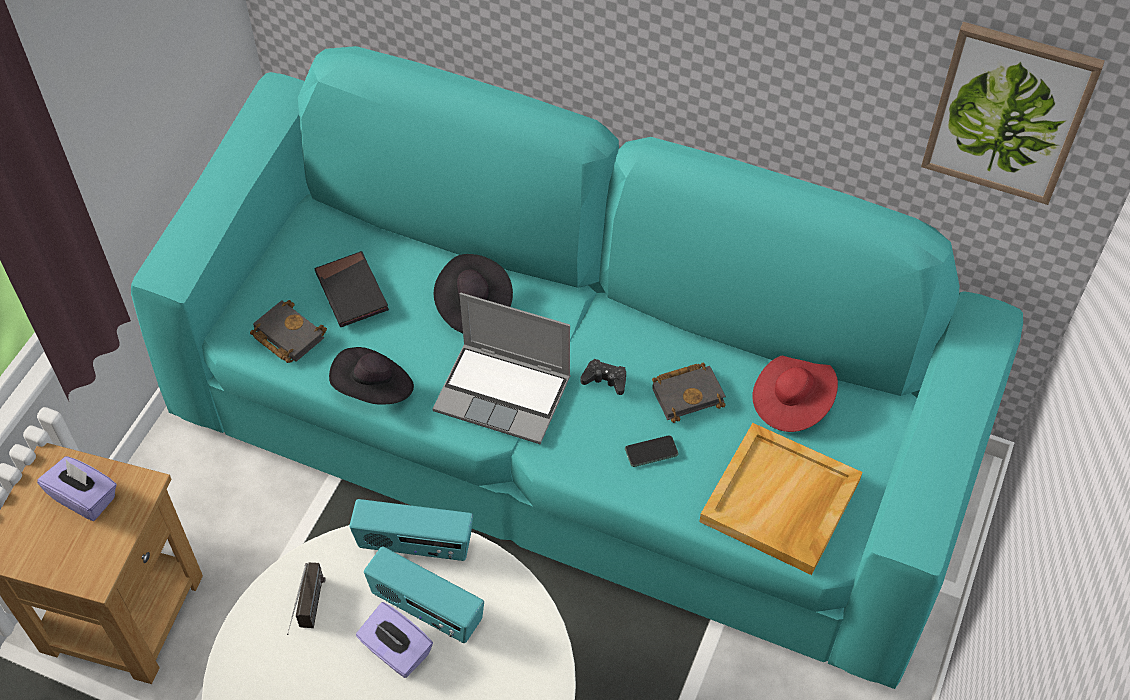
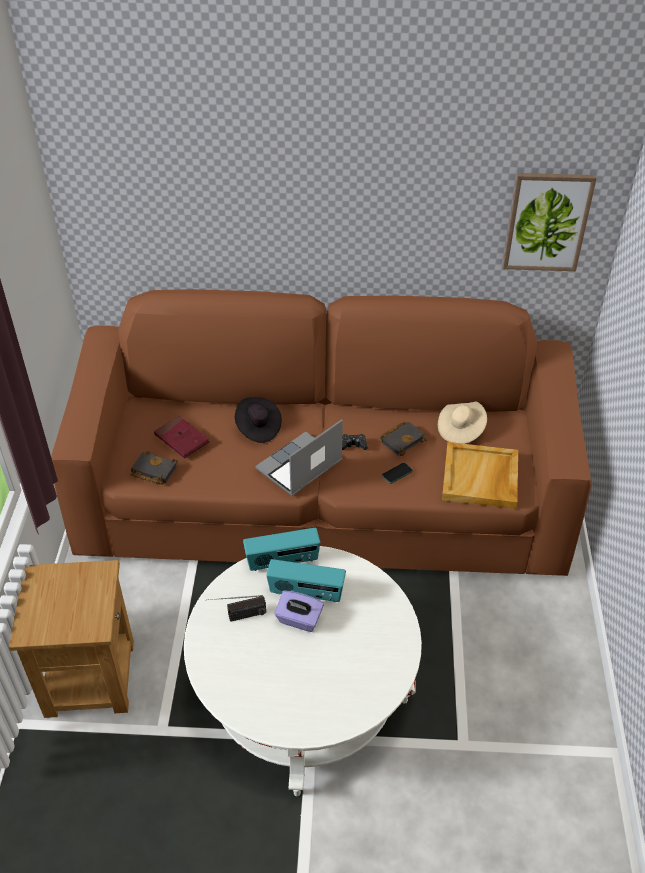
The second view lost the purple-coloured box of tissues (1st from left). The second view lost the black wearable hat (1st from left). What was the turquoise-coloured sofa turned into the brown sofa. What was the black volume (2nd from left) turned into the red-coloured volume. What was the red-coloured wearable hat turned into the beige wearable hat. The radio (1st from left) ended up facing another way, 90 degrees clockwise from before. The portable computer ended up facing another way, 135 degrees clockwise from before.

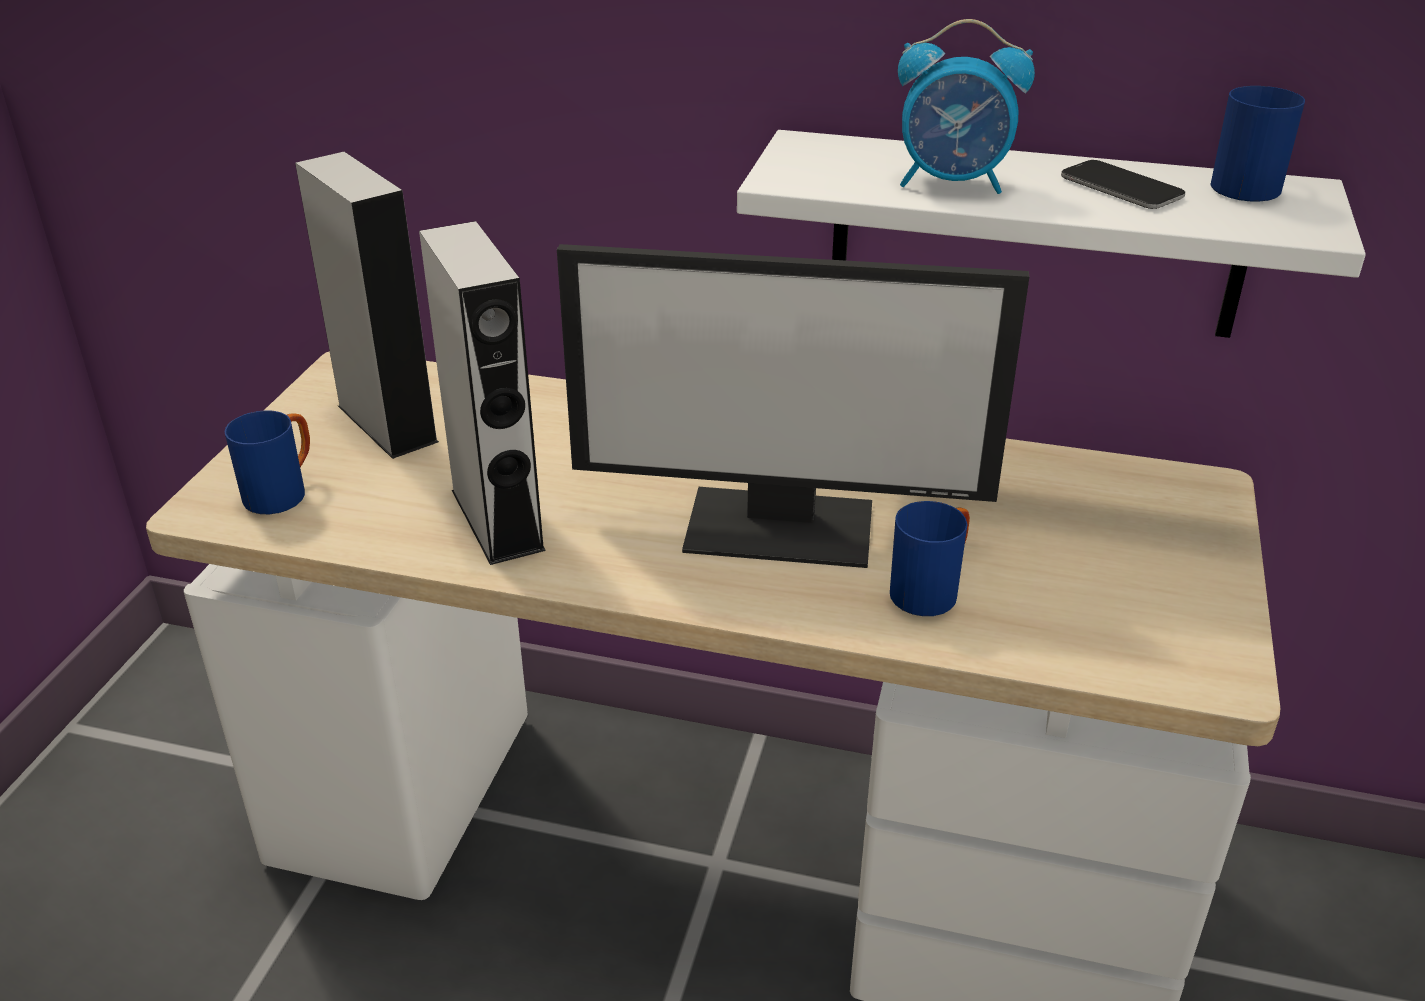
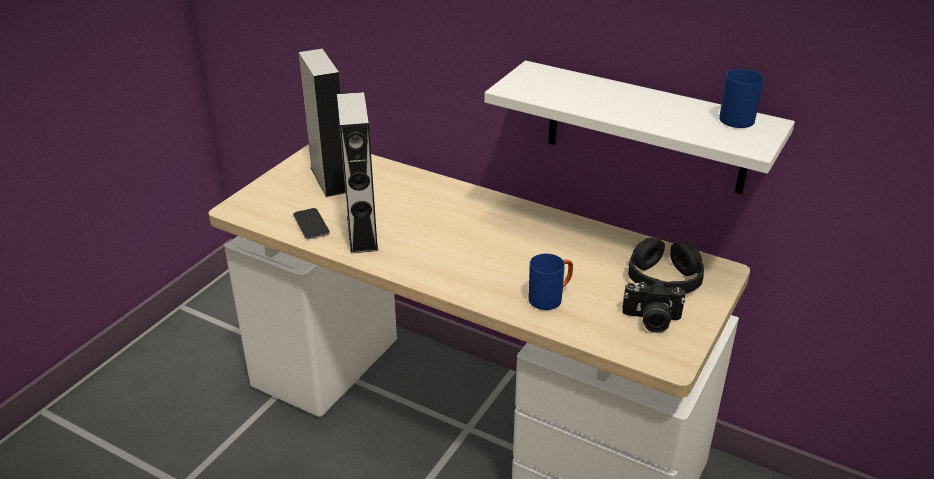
The second view lost the blue-coloured tea mug (1st from left). The second view lost the computer screen. The second view lost the table clock. The second view gained the still camera. The second view gained the black headphones. The handset ended up elsewhere.

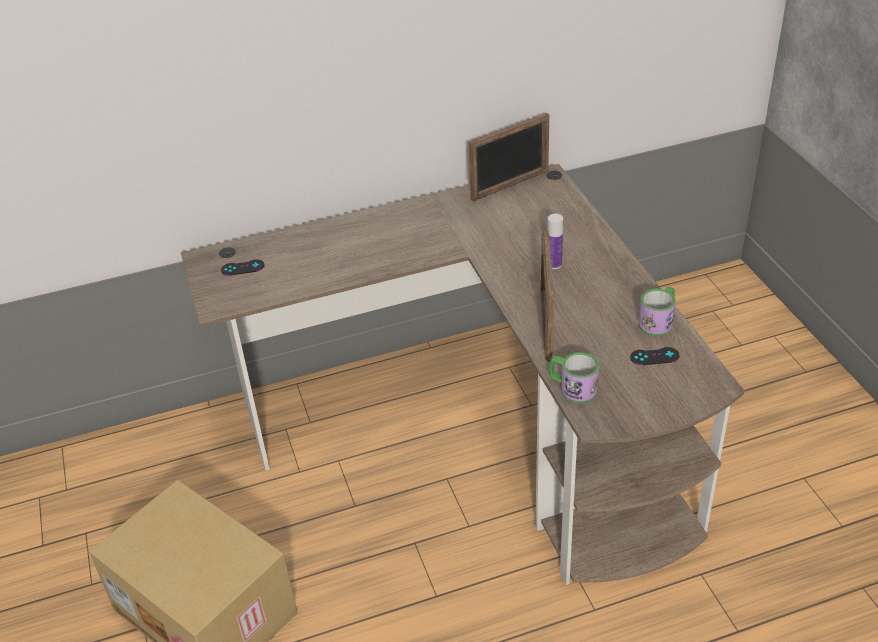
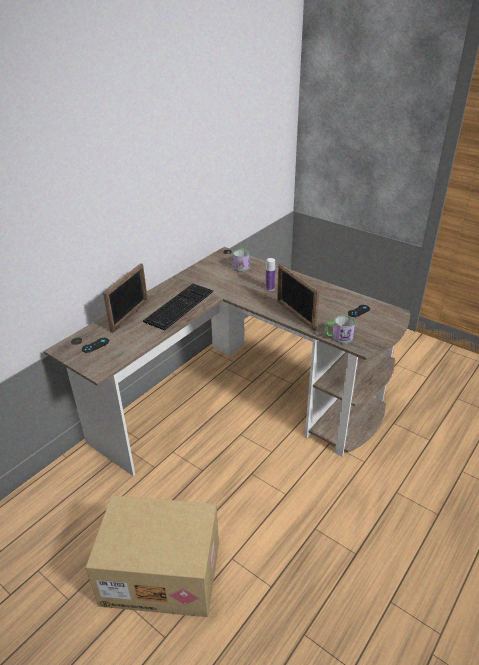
The second view gained the computer keyboard. The standing frame (1st from left) ended up elsewhere. The tea mug (2nd from left in the first image) ended up elsewhere.

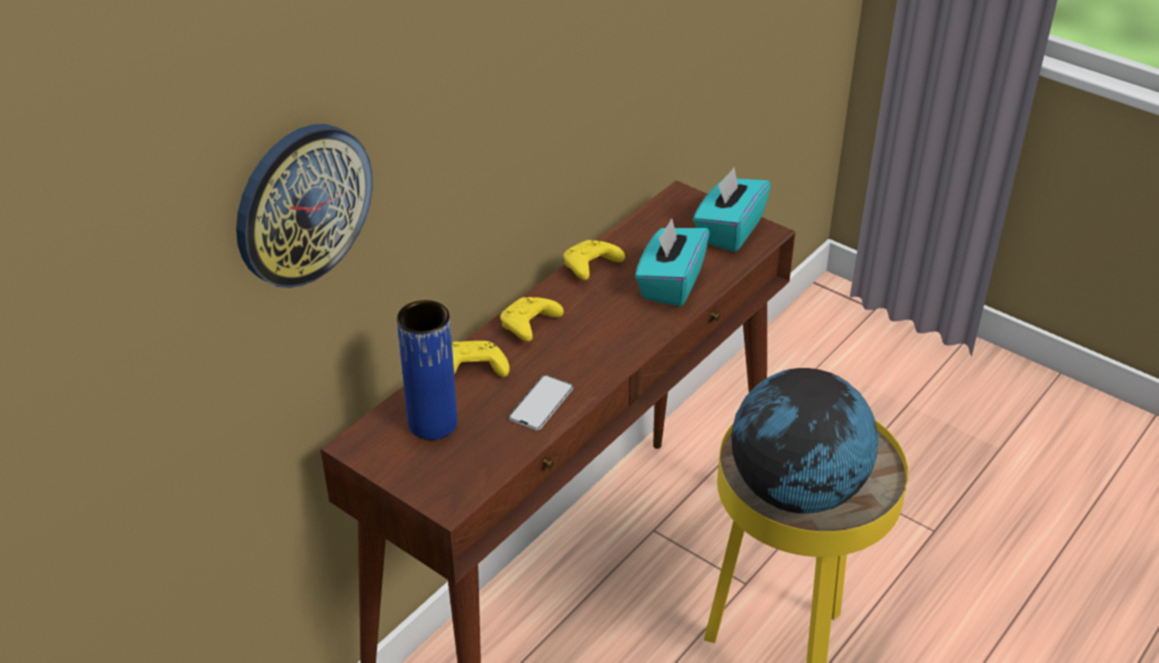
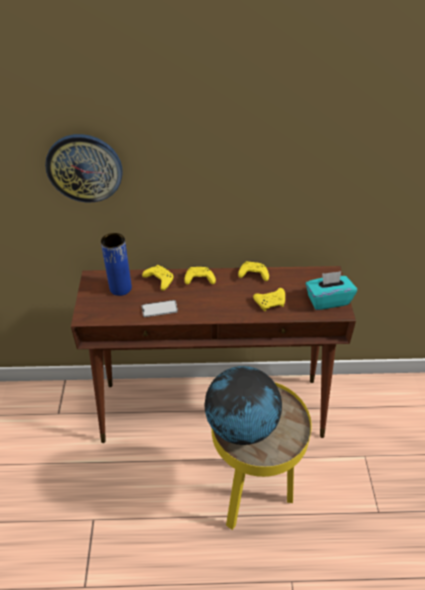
Where the turquoise-coloured box of tissues (1st from left) stood, the yellowish game controller (4th from left) came to stand.

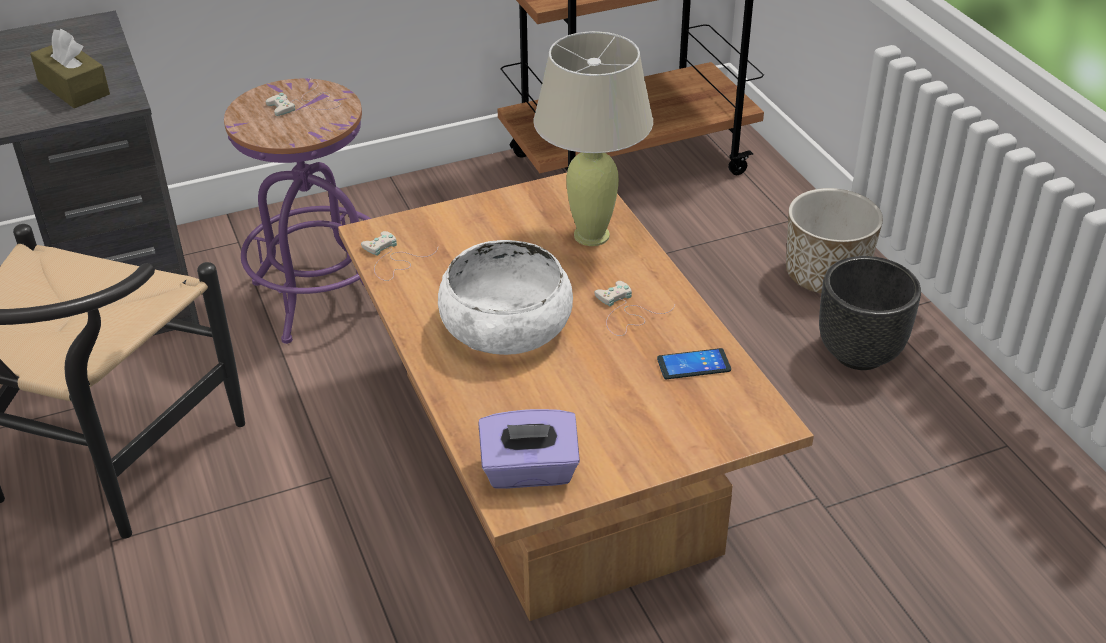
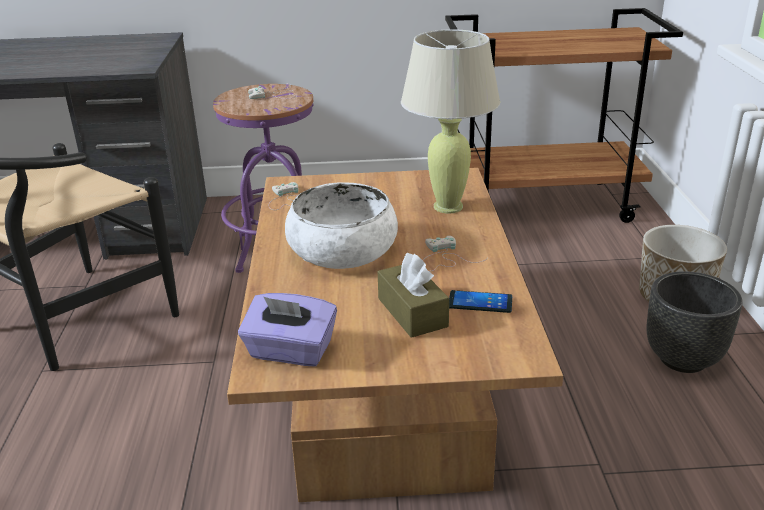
The brown box of tissues ended up elsewhere.

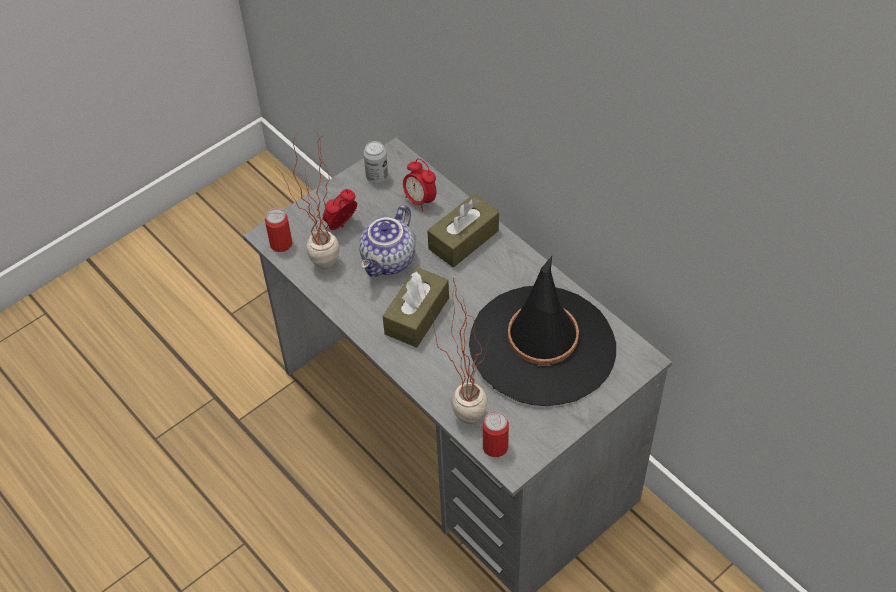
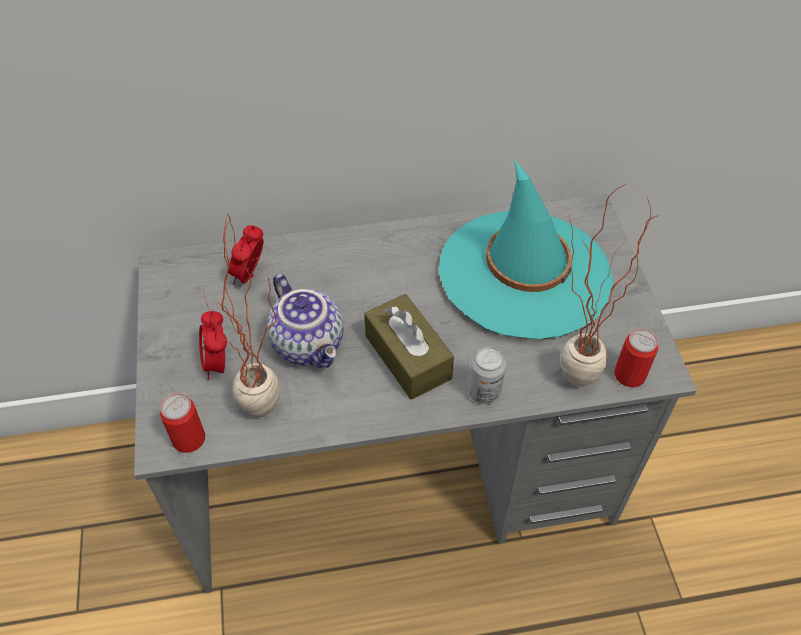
The second view lost the brown box of tissues (2nd from left). The sealed can (2nd from left) ended up elsewhere. What was the black wearable hat turned into the turquoise-coloured wearable hat. The table clock (2nd from left) ended up facing another way, 120 degrees clockwise from before.

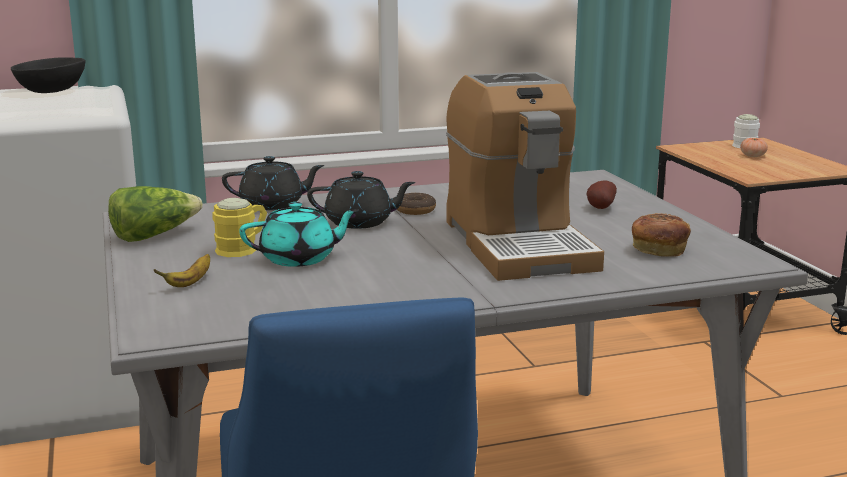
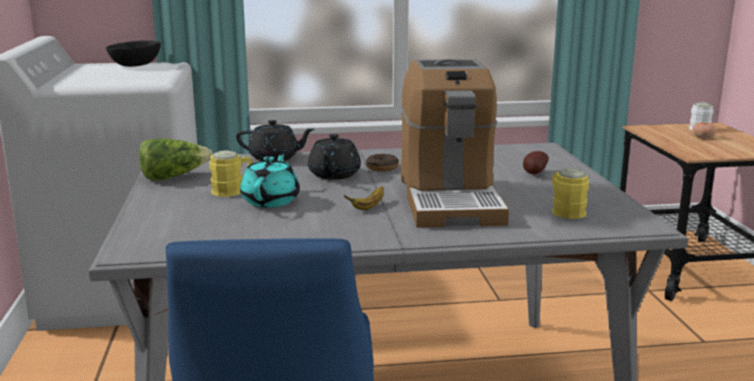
The banana ended up elsewhere. Where the baked bread stood, the yellowish tea mug (2nd from left) came to stand. The turquoise-coloured tea pot ended up facing another way, 75 degrees counterclockwise from before. The black tea pot (2nd from left) ended up facing another way, 90 degrees clockwise from before.

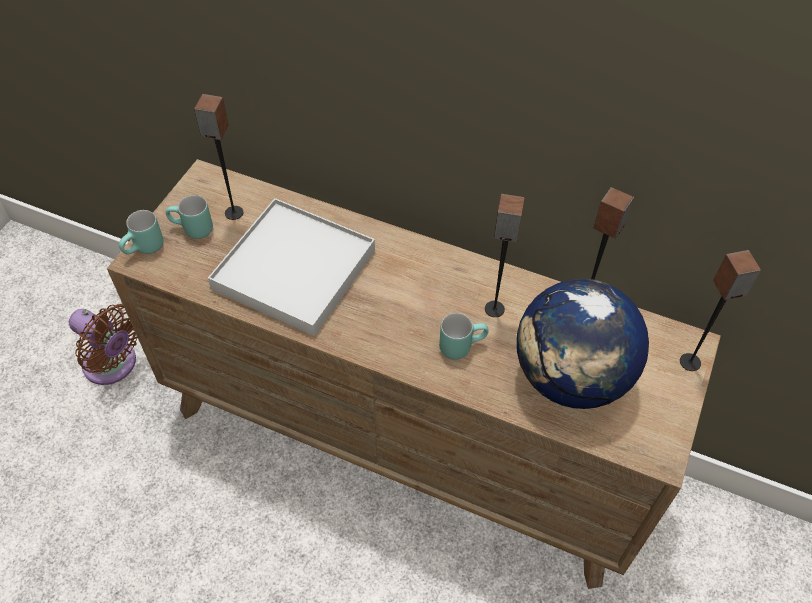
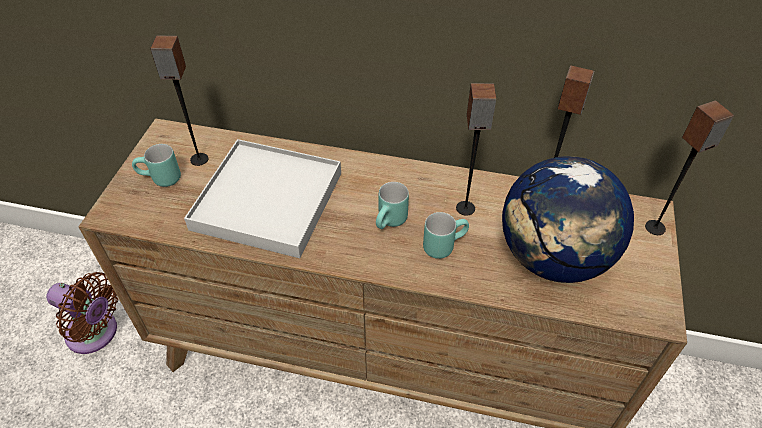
The turquoise-coloured tea mug (1st from left in the first image) ended up elsewhere.

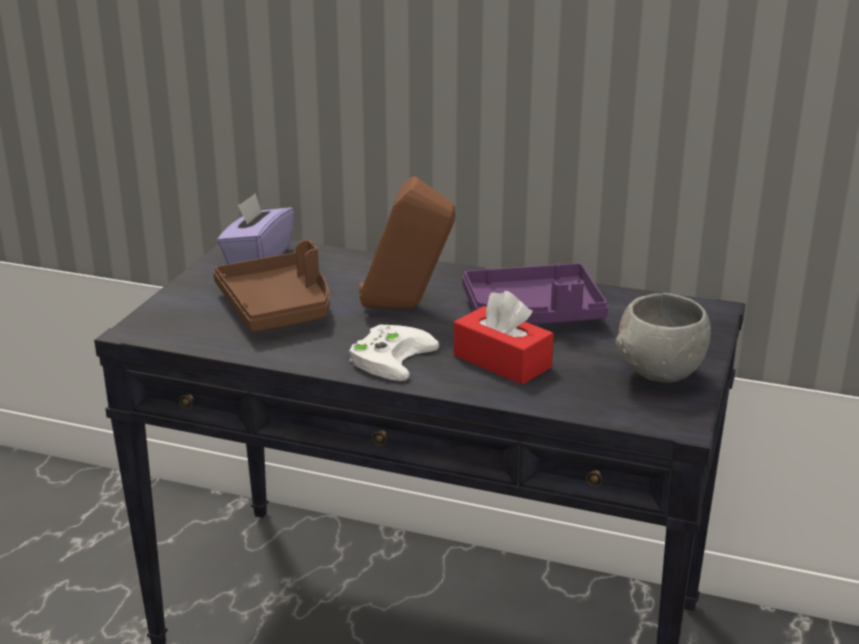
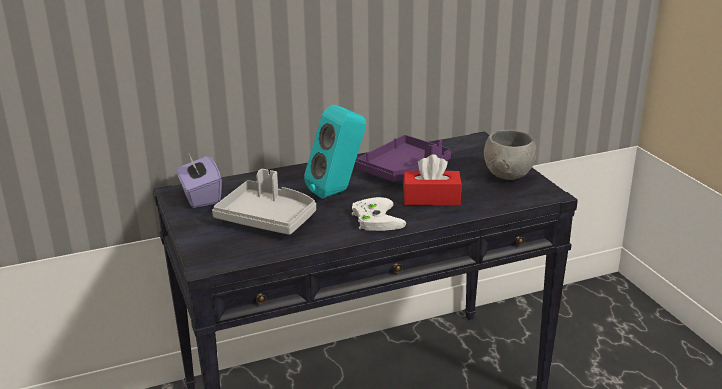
What was the brown tray turned into the greyish tray. What was the brown loudspeaker turned into the turquoise-coloured loudspeaker.

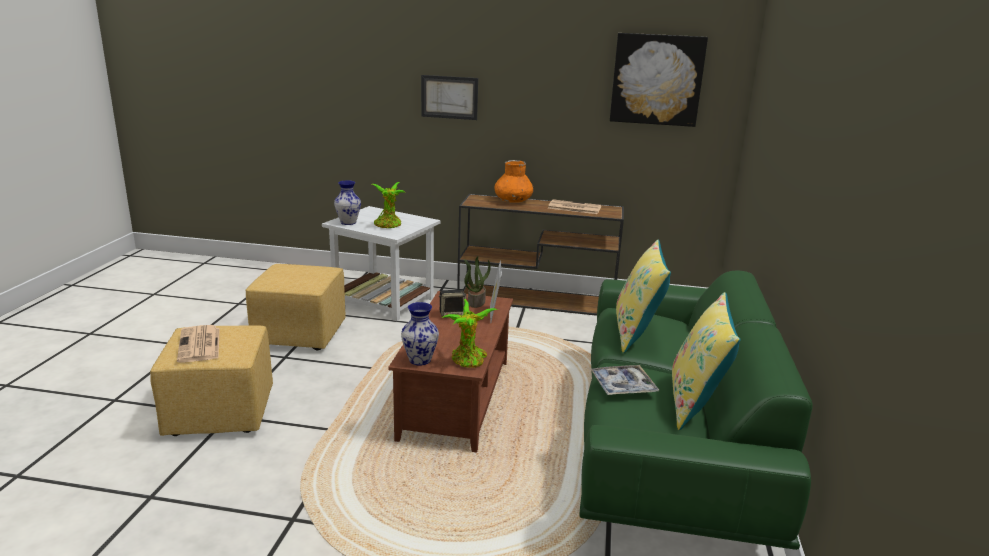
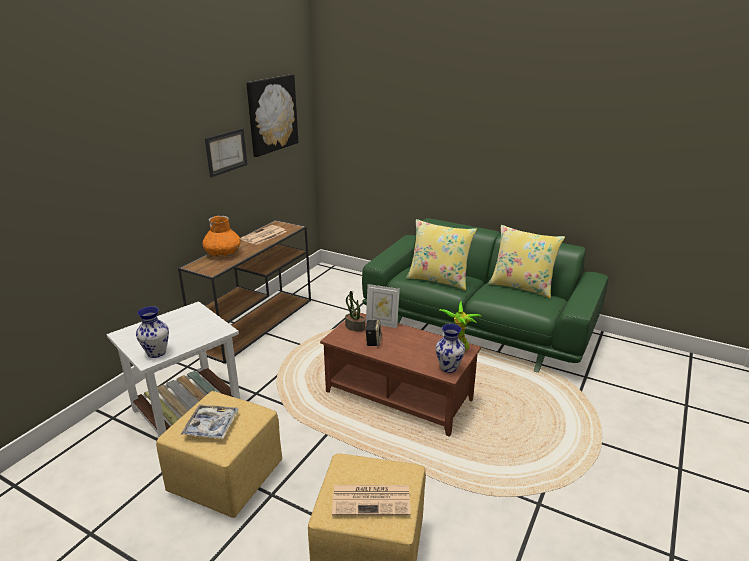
The second view lost the houseplant (1st from left). The picture (1st from left) ended up elsewhere. The tray ended up elsewhere.

